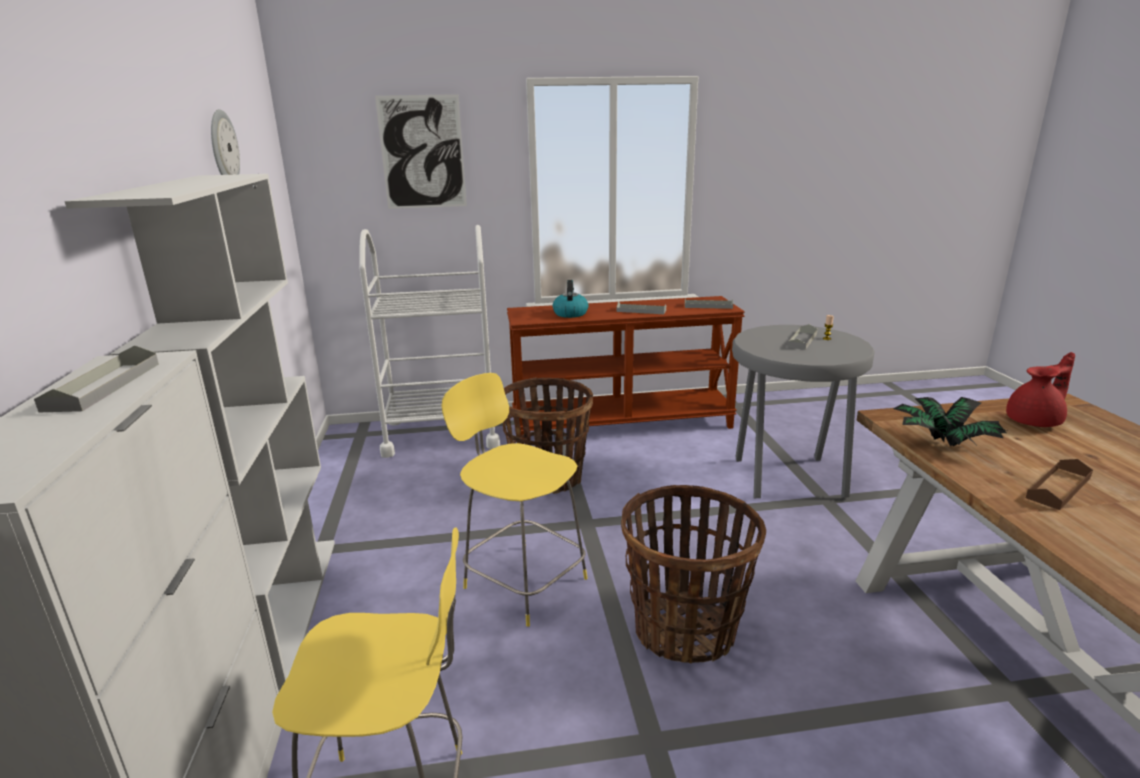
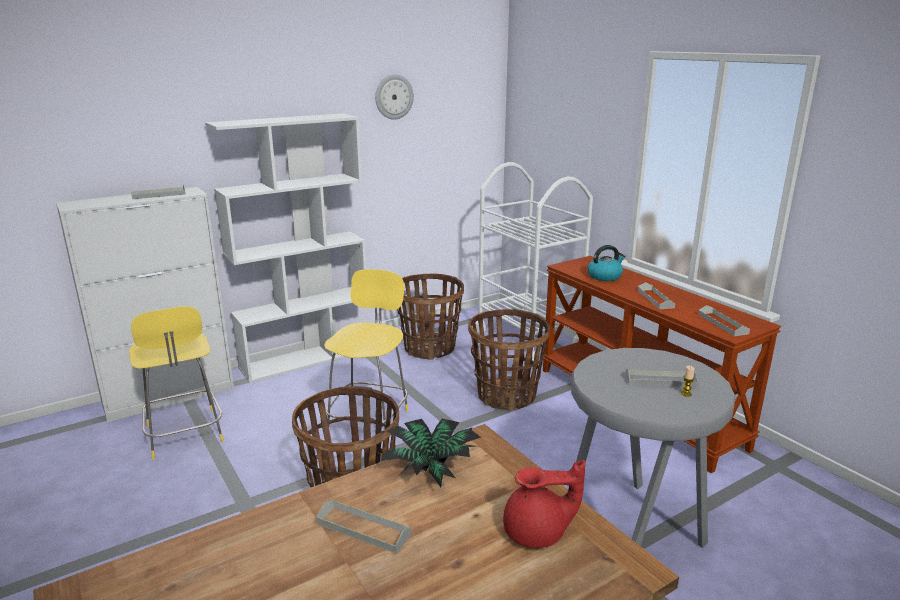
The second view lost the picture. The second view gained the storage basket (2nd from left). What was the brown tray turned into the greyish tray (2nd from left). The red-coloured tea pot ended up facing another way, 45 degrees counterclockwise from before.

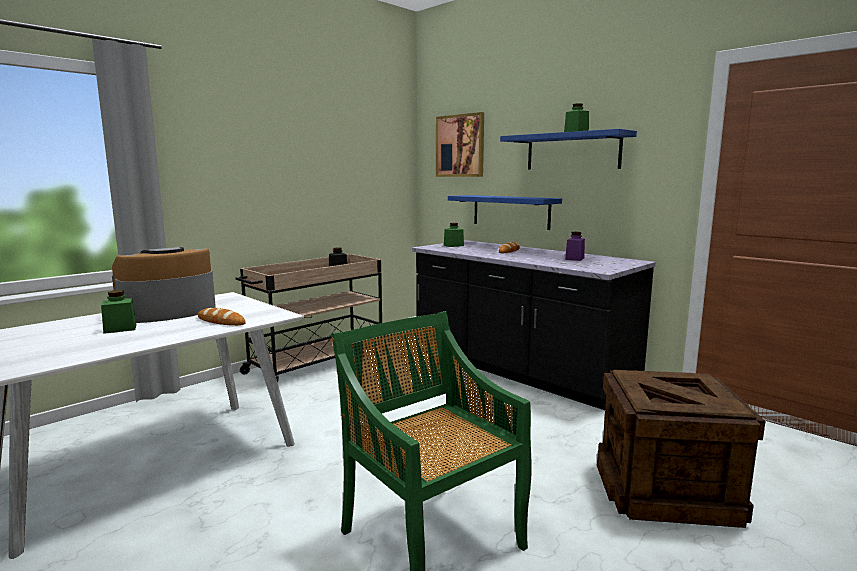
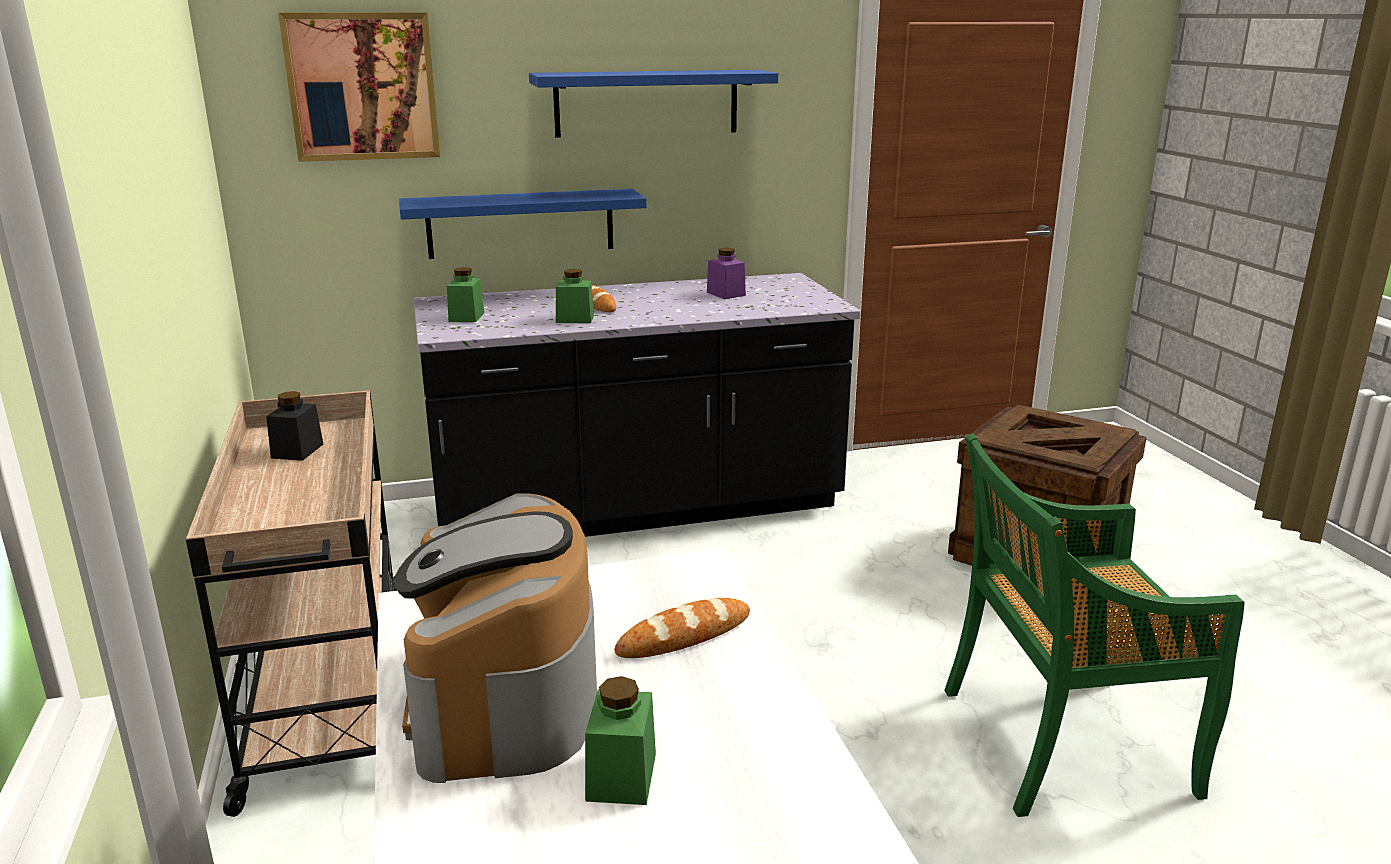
The green storage jar (3rd from left in the first image) ended up elsewhere.

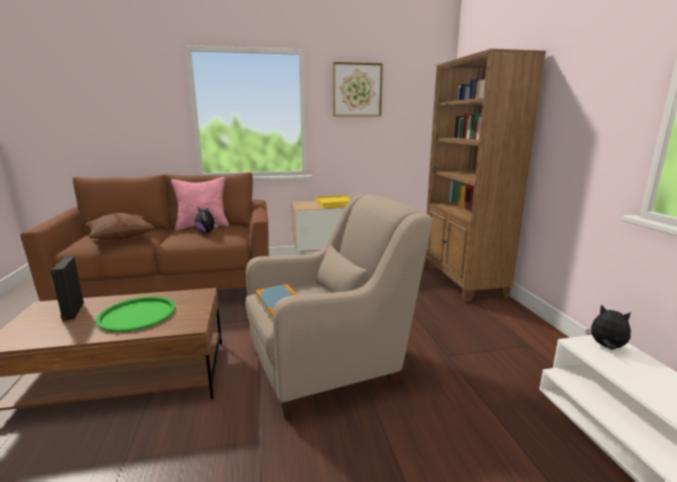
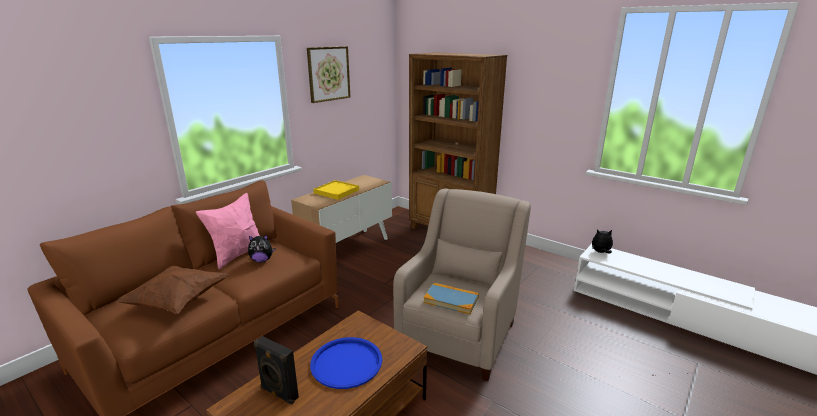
What was the green tray turned into the blue-coloured tray.

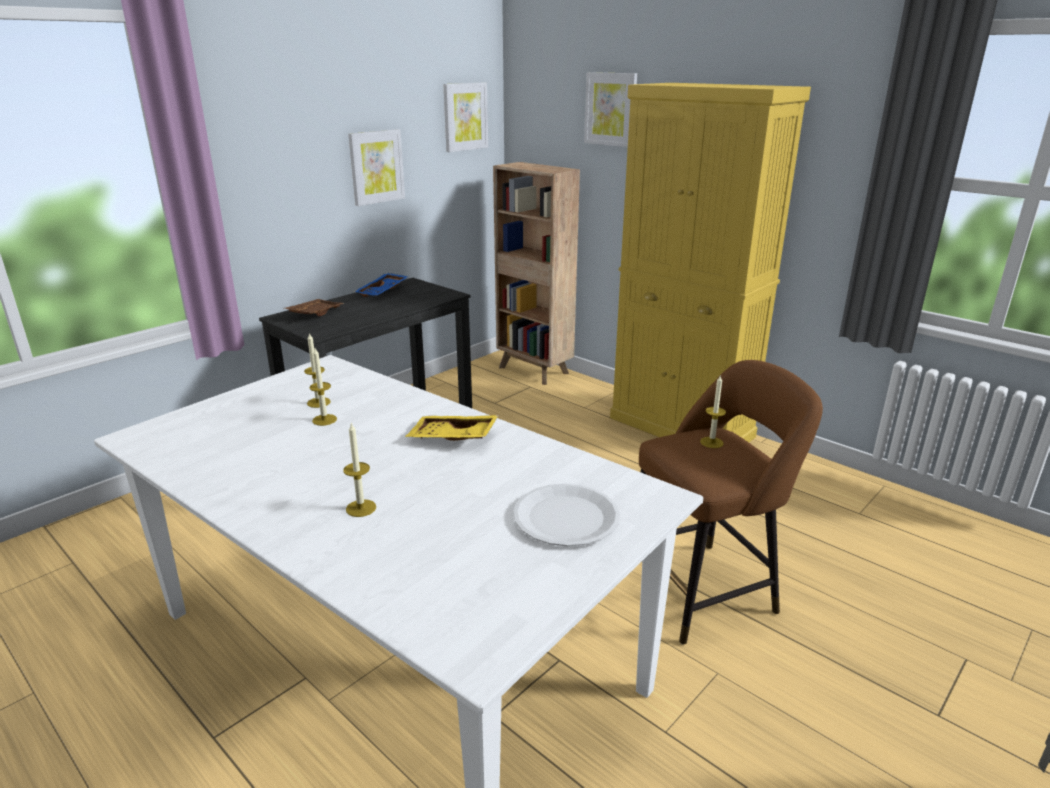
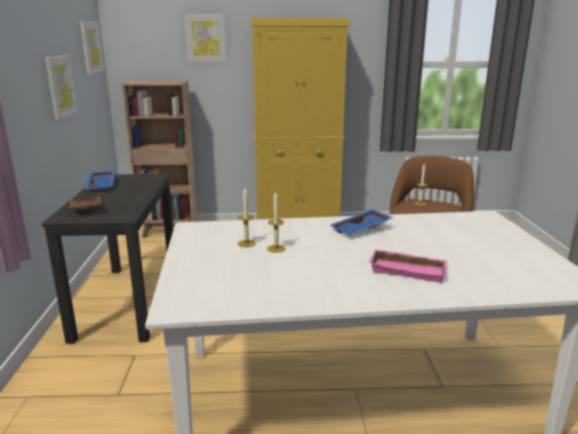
The second view lost the whitish plate. Where the candle (3rd from left) stood, the pink-coloured tray came to stand. What was the yellowish tray turned into the blue-coloured tray (2nd from left).

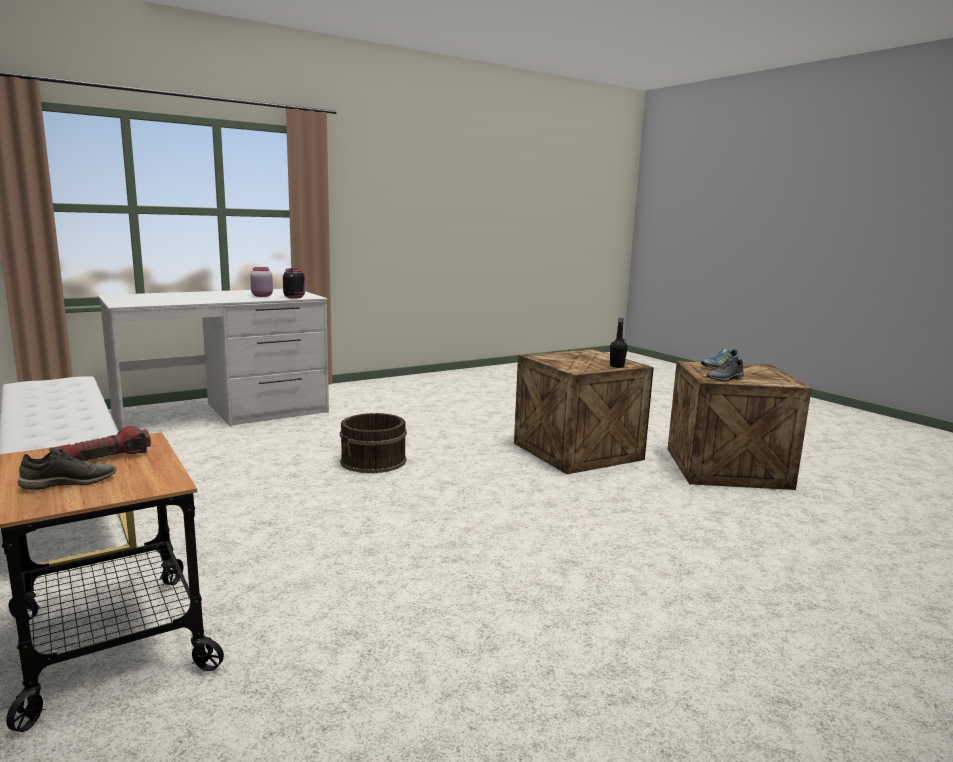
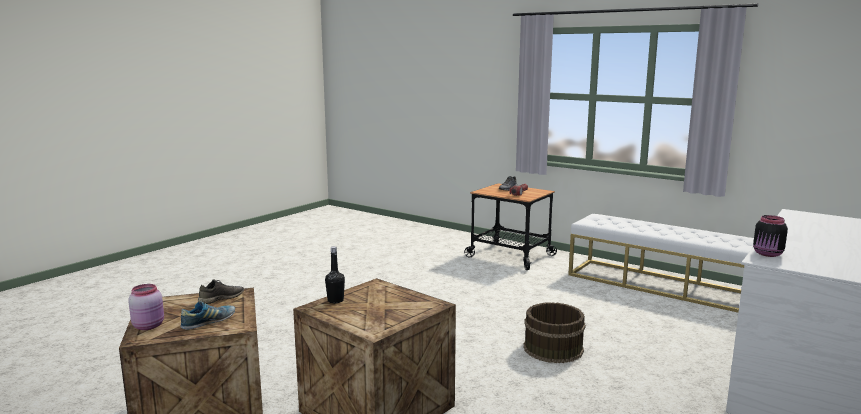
The pink-coloured storage jar ended up elsewhere.

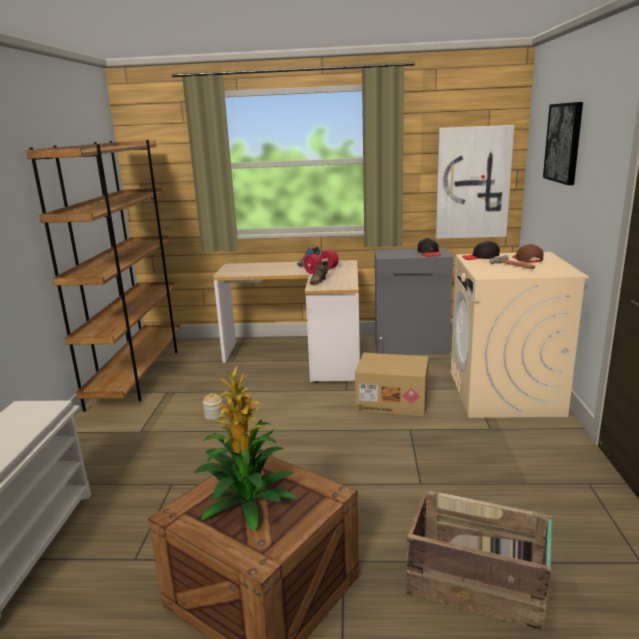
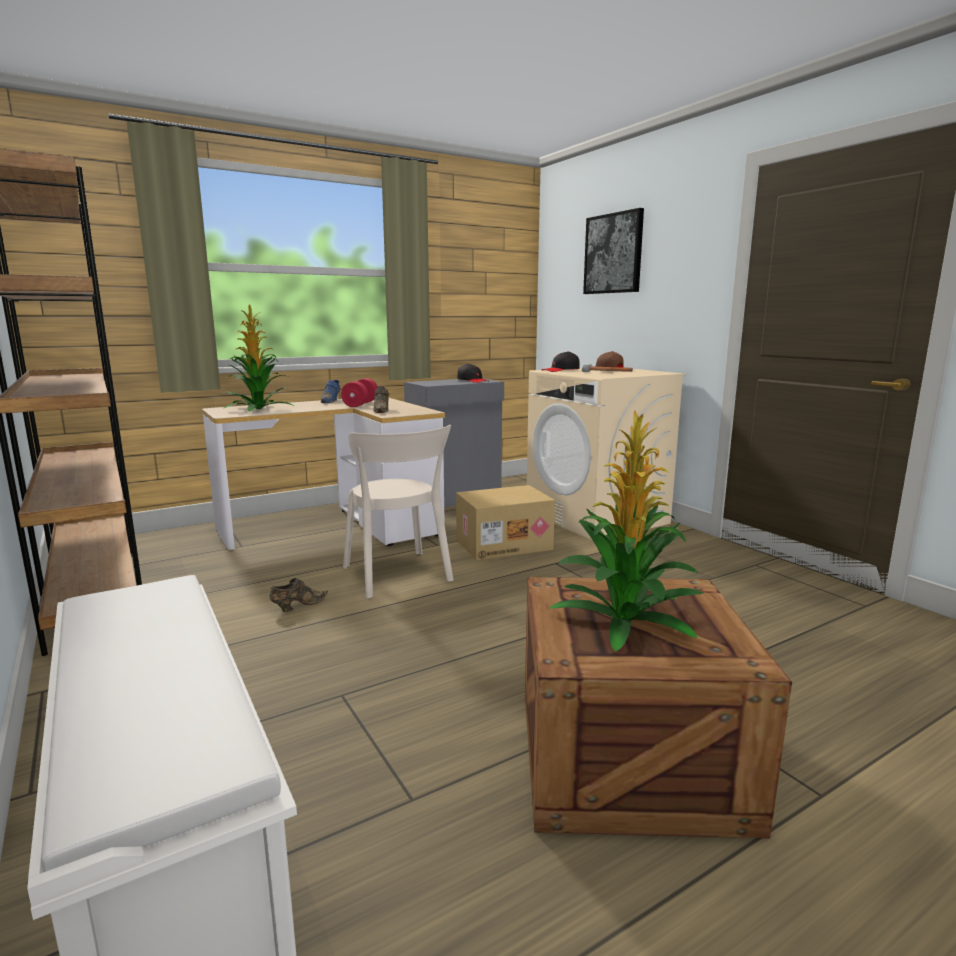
The second view lost the packing crate (2nd from left). The second view lost the picture (1st from left). The second view gained the houseplant (1st from left). The second view gained the beige plain chair. Where the storage jar stood, the brown item of footwear (1st from left) came to stand.

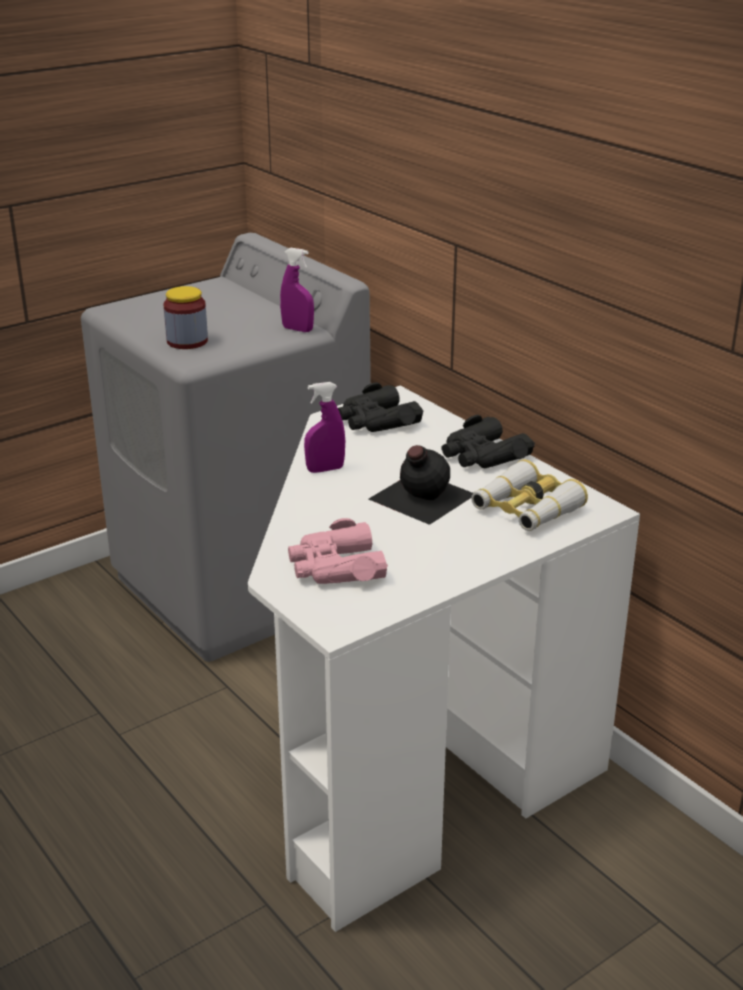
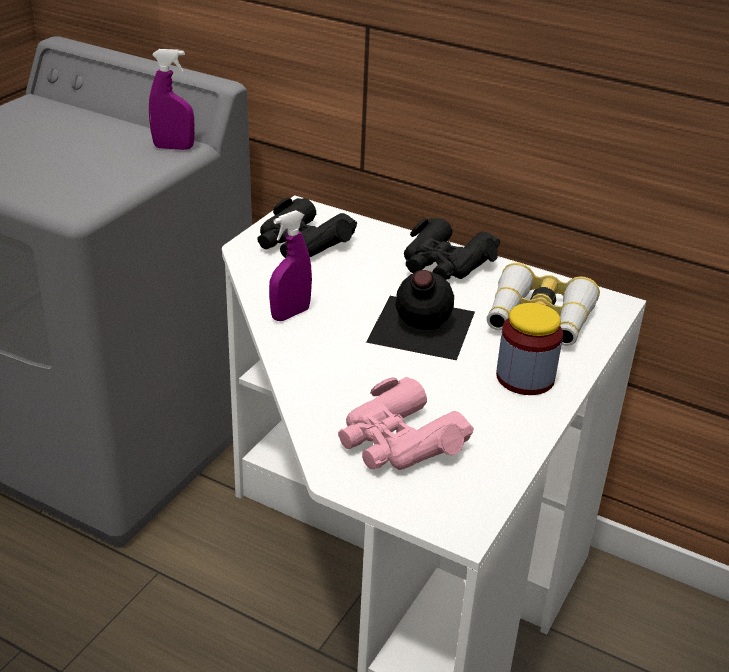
The storage jar ended up elsewhere.

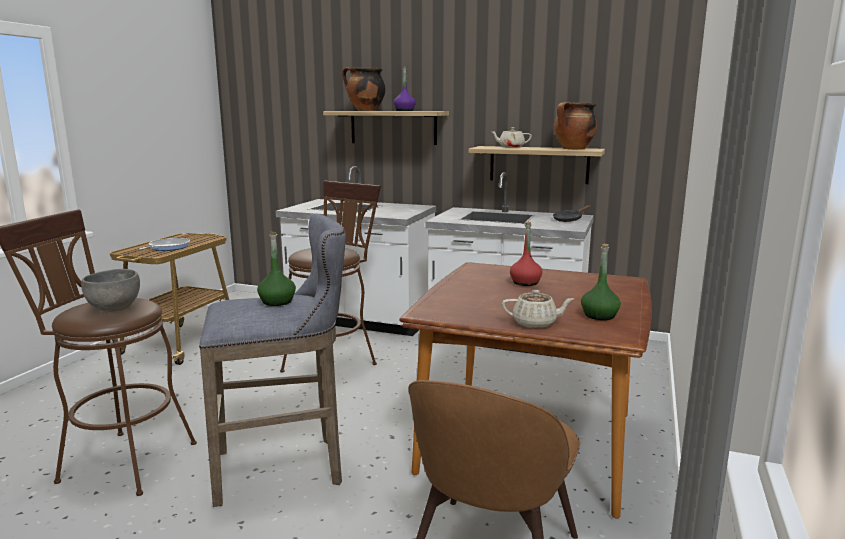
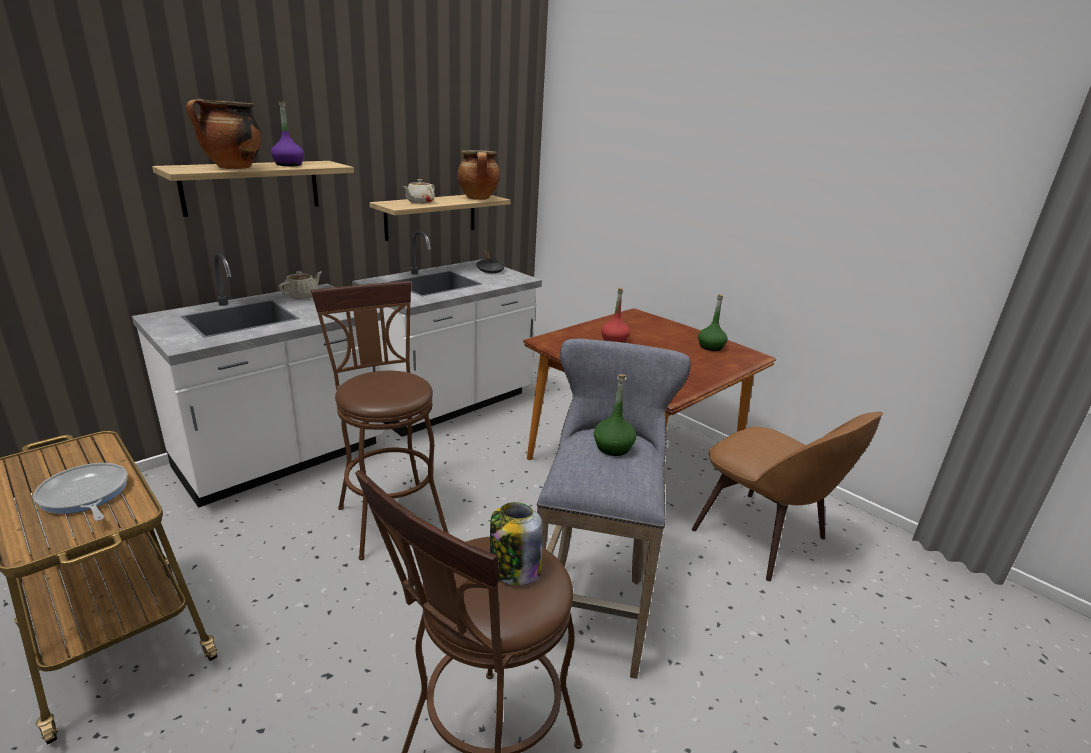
The beige tea pot (2nd from left in the first image) ended up elsewhere. Where the greyish bowl stood, the storage jar came to stand.

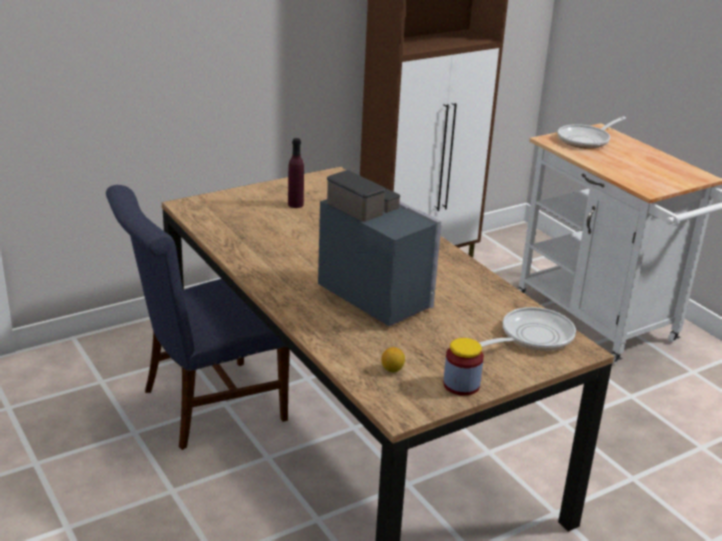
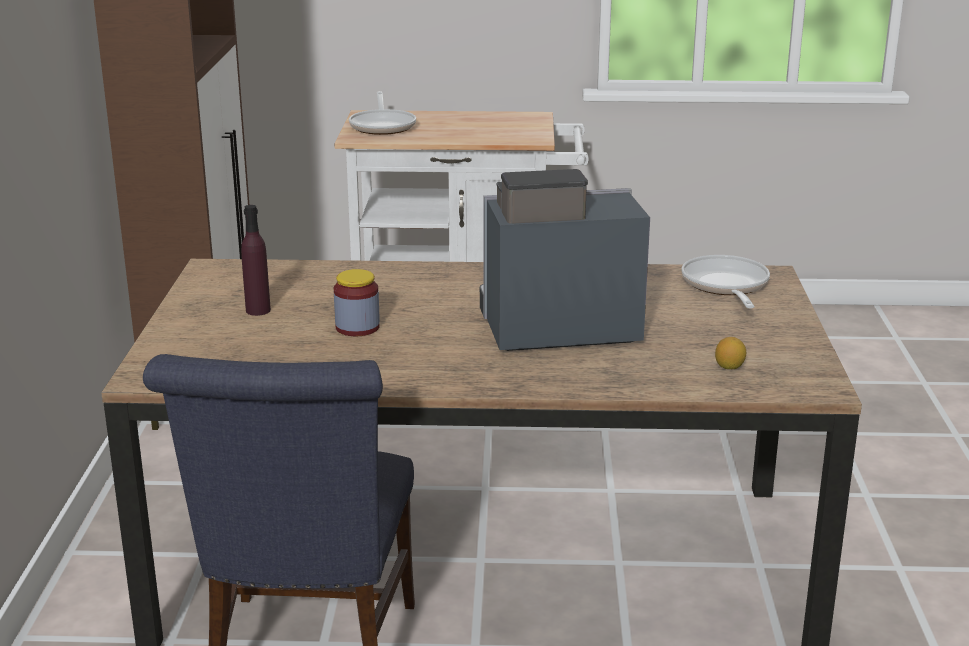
The storage jar ended up elsewhere.

